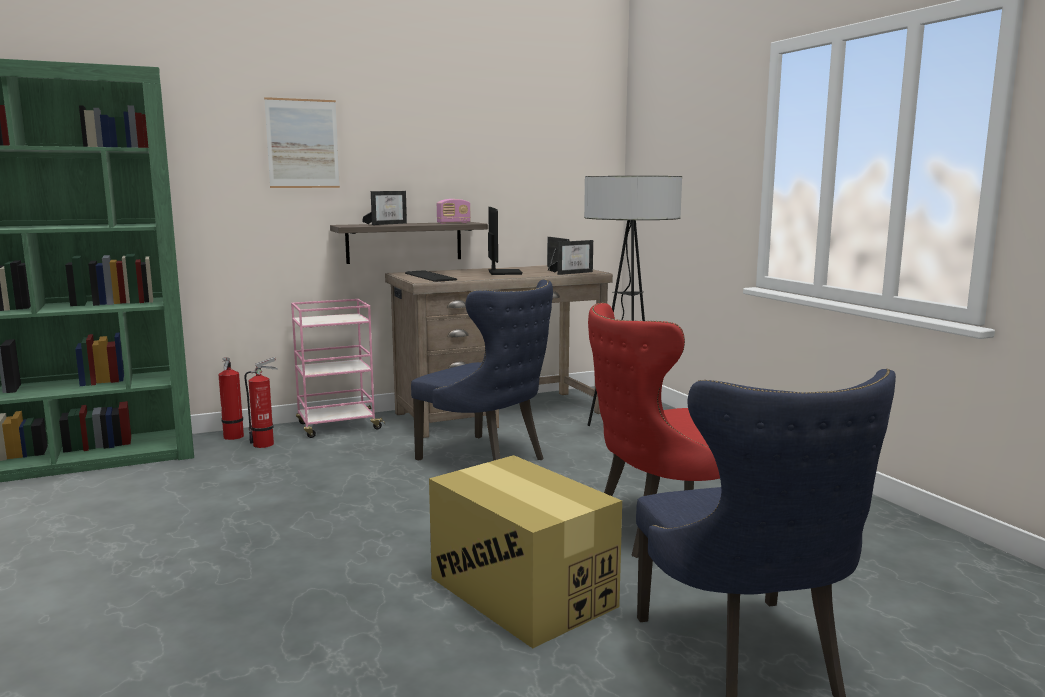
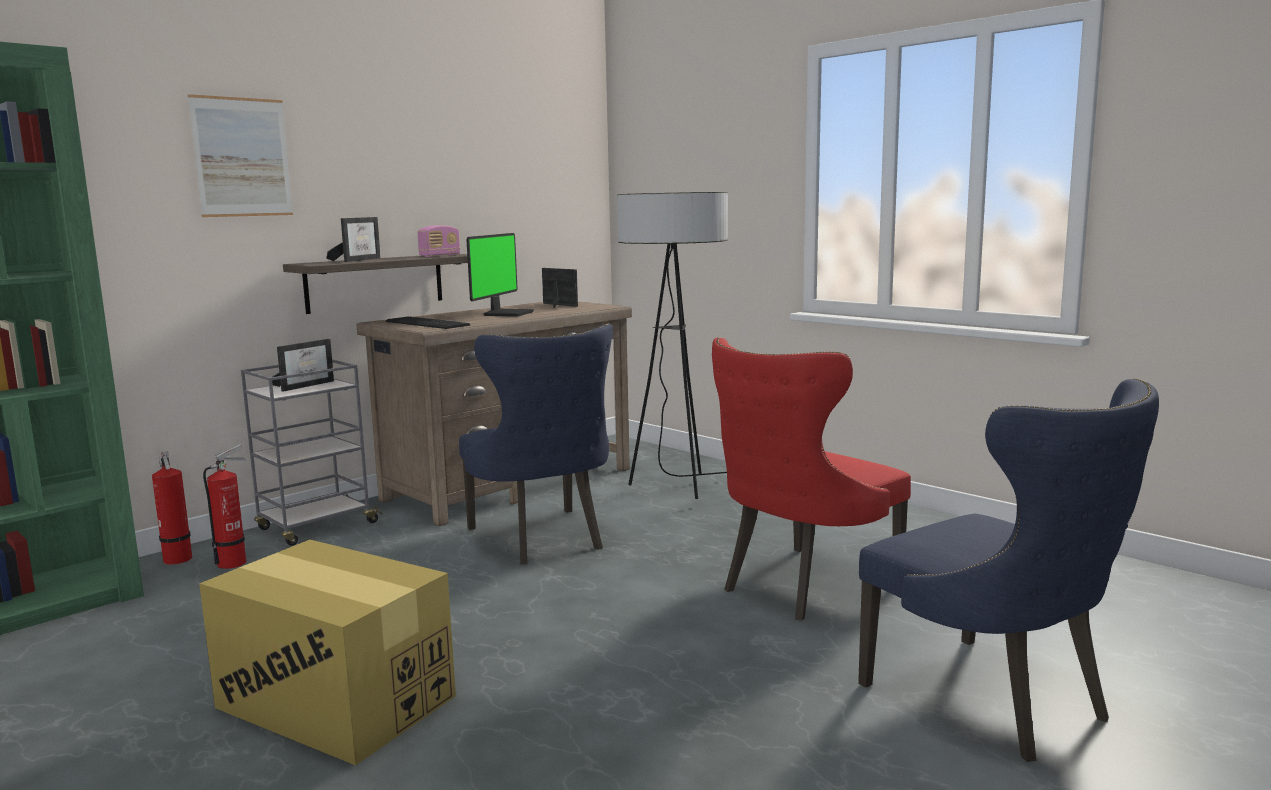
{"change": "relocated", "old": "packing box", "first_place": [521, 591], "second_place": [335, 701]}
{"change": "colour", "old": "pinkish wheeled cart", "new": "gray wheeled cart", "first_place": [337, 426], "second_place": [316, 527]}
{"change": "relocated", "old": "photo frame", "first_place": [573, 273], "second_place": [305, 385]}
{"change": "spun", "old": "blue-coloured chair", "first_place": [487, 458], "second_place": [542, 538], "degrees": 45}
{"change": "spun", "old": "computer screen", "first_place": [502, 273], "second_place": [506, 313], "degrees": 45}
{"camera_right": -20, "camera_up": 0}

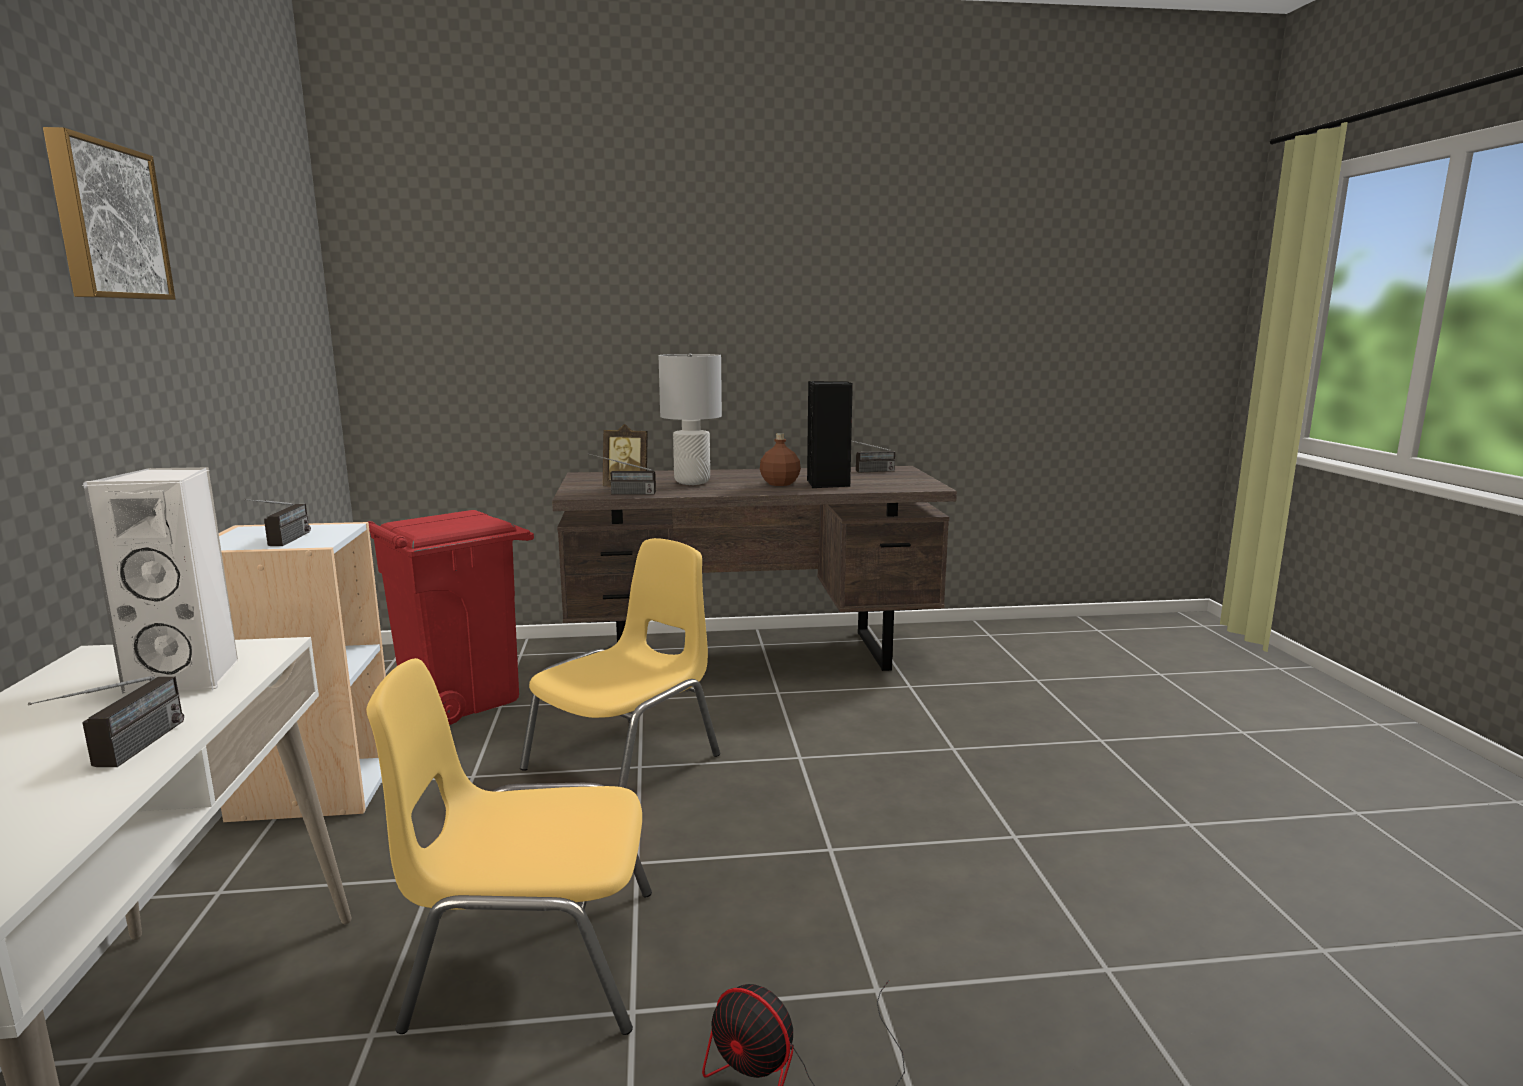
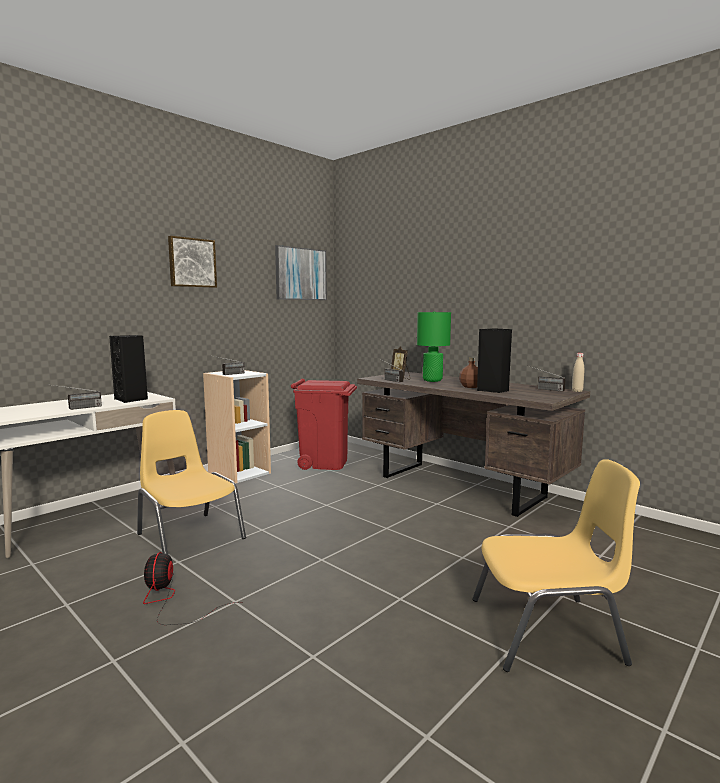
{"change": "colour", "old": "whitish audio speaker", "new": "black audio speaker", "first_place": [191, 676], "second_place": [131, 399]}
{"change": "appeared", "new": "picture", "second_place": [300, 274]}
{"change": "colour", "old": "gray tabletop lamp", "new": "greenish tabletop lamp", "first_place": [692, 483], "second_place": [432, 381]}
{"change": "relocated", "old": "yellow chair", "first_place": [626, 762], "second_place": [547, 631]}
{"change": "appeared", "new": "sand-coloured drink bottle", "second_place": [577, 391]}
{"camera_right": 50, "camera_up": -5}

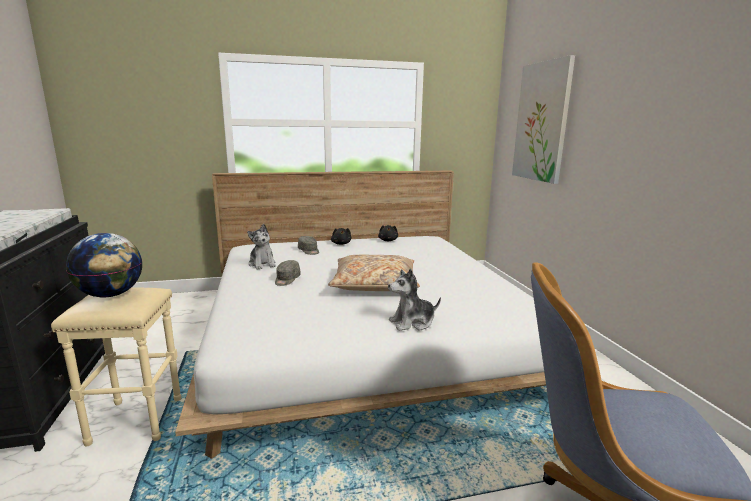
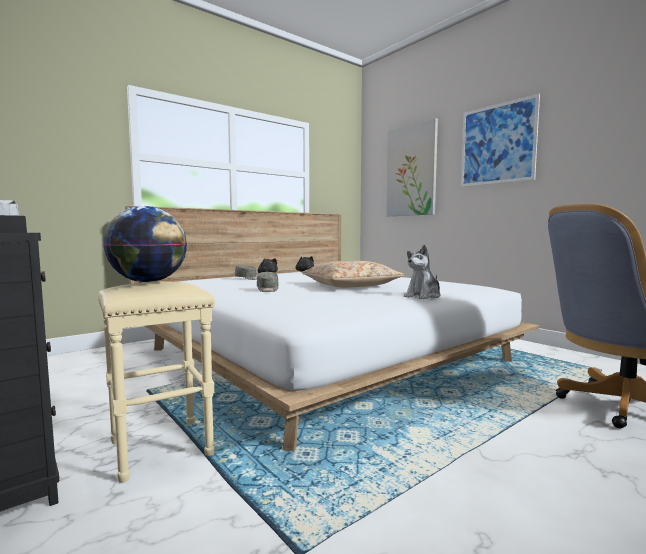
{"change": "appeared", "new": "picture", "second_place": [497, 144]}
{"change": "missing", "old": "plush toy", "first_place": [262, 264]}
{"camera_right": -25, "camera_up": -10}

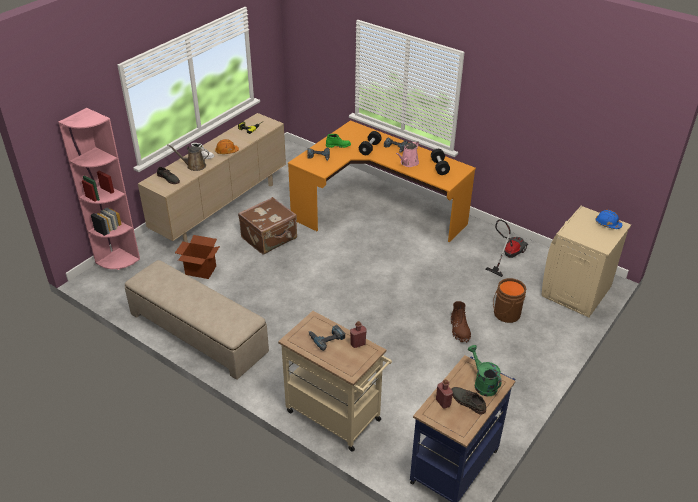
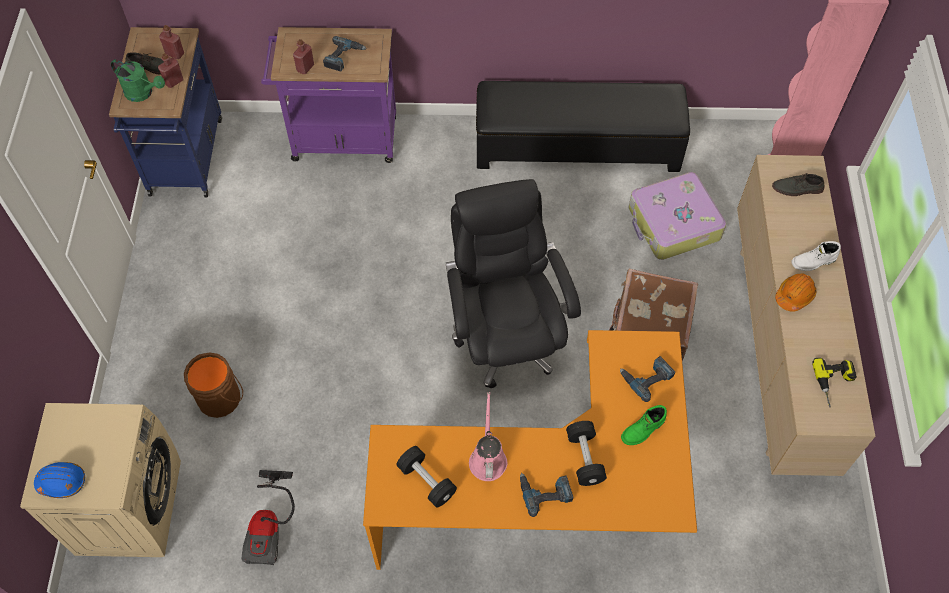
{"change": "appeared", "new": "reddish drink bottle", "second_place": [174, 81]}
{"change": "colour", "old": "sand-coloured wheeled cart", "new": "purple-coloured wheeled cart", "first_place": [336, 417], "second_place": [341, 139]}
{"change": "appeared", "new": "black office chair", "second_place": [505, 338]}
{"change": "colour", "old": "sand-coloured long seat", "new": "black long seat", "first_place": [197, 332], "second_place": [578, 145]}
{"change": "exchanged", "old": "packing box", "new": "suitcase", "first_place": [200, 270], "second_place": [673, 224]}
{"change": "missing", "old": "brownish sprinkling can", "first_place": [194, 166]}
{"change": "missing", "old": "brownish tall boot", "first_place": [459, 330]}
{"camera_right": 145, "camera_up": 20}

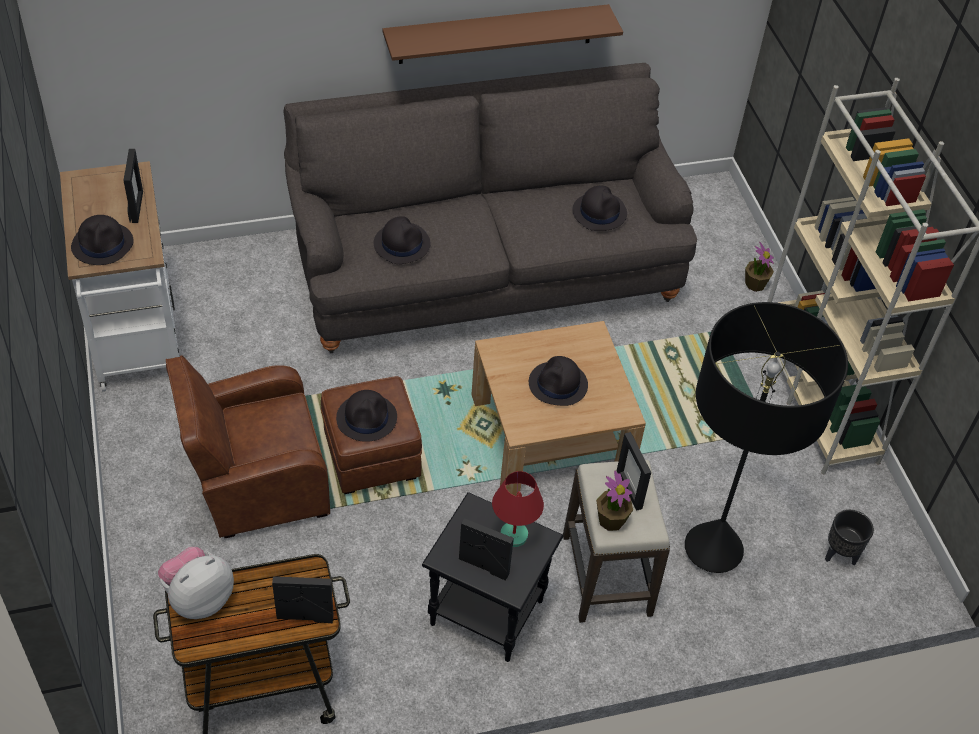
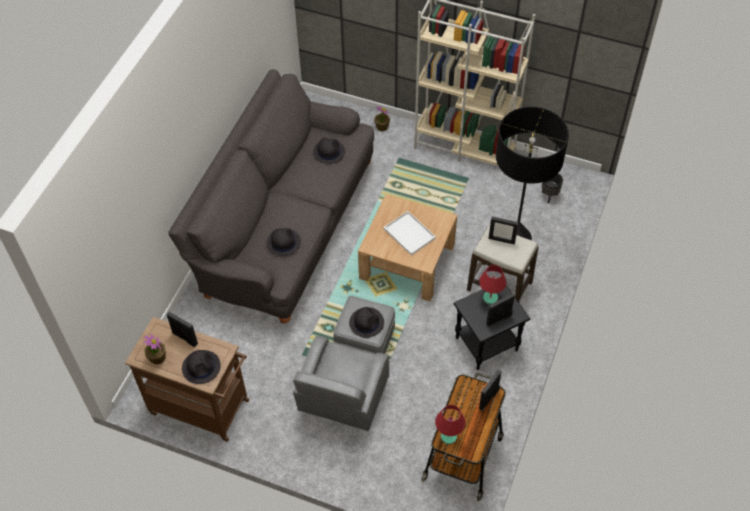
{"change": "colour", "old": "whitish wheeled cart", "new": "brownish wheeled cart", "first_place": [136, 340], "second_place": [202, 408]}
{"change": "relocated", "old": "plant in a pot", "first_place": [611, 519], "second_place": [157, 358]}
{"change": "colour", "old": "brownish armchair", "new": "gray armchair", "first_place": [294, 474], "second_place": [350, 380]}
{"change": "exchanged", "old": "black hat", "new": "whitish carrying tray", "first_place": [558, 384], "second_place": [410, 234]}
{"change": "exchanged", "old": "plush toy", "new": "reddish tabletop lamp", "first_place": [199, 598], "second_place": [449, 437]}
{"change": "missing", "old": "brownish bracket shelf", "first_place": [496, 34]}
{"camera_right": -50, "camera_up": 5}

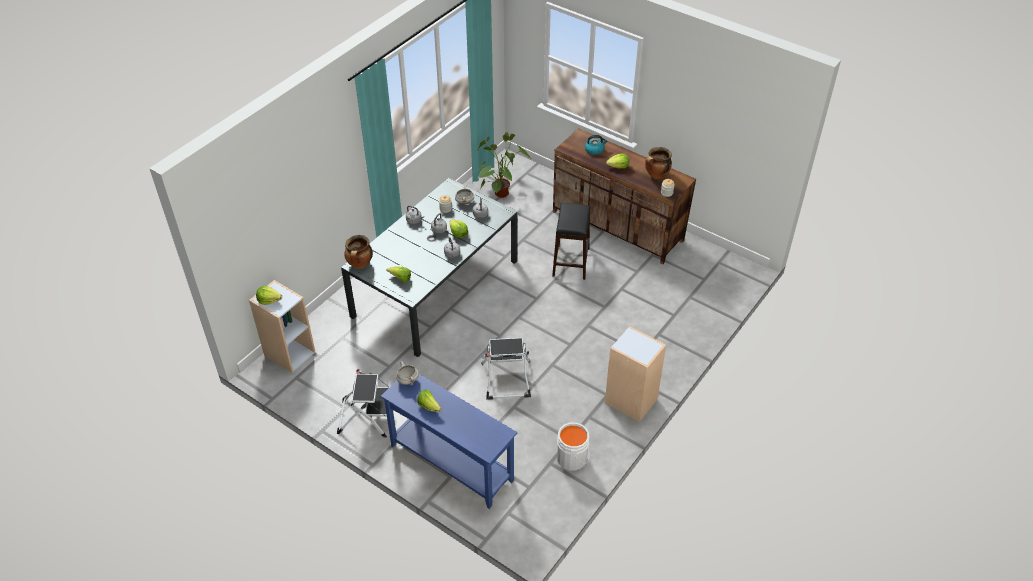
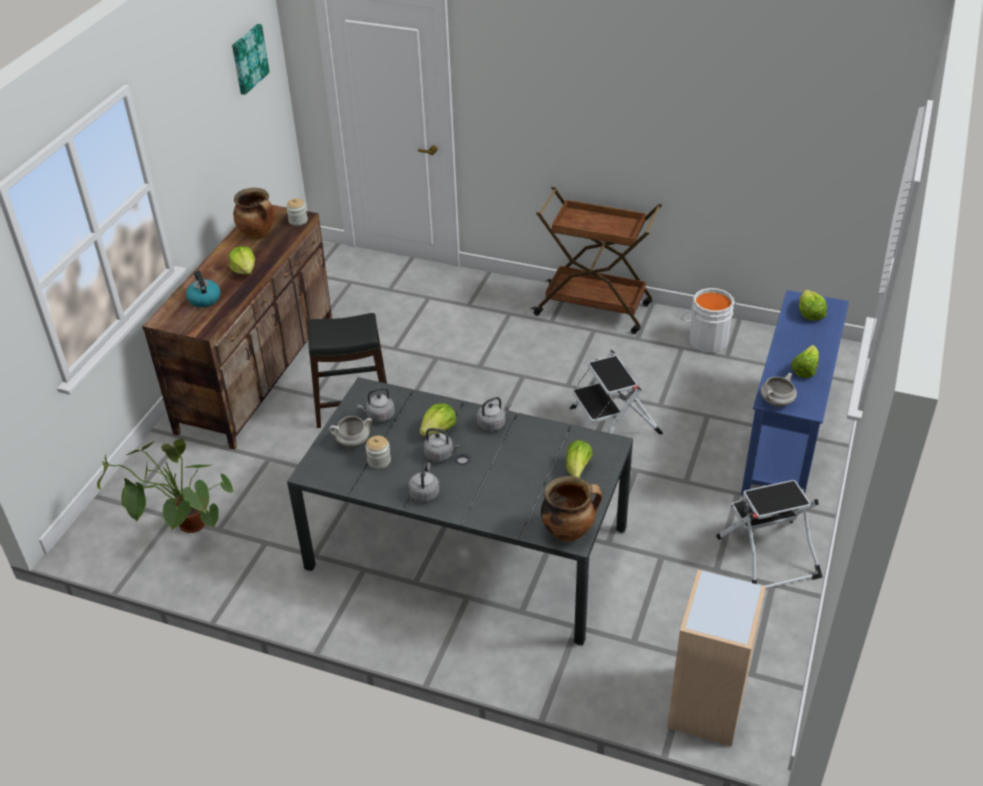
{"change": "appeared", "new": "picture", "second_place": [248, 58]}
{"change": "exchanged", "old": "shelving unit", "new": "brownish wheeled cart", "first_place": [631, 401], "second_place": [593, 310]}
{"change": "relocated", "old": "lettuce", "first_place": [269, 300], "second_place": [810, 314]}
{"camera_right": -105, "camera_up": -5}

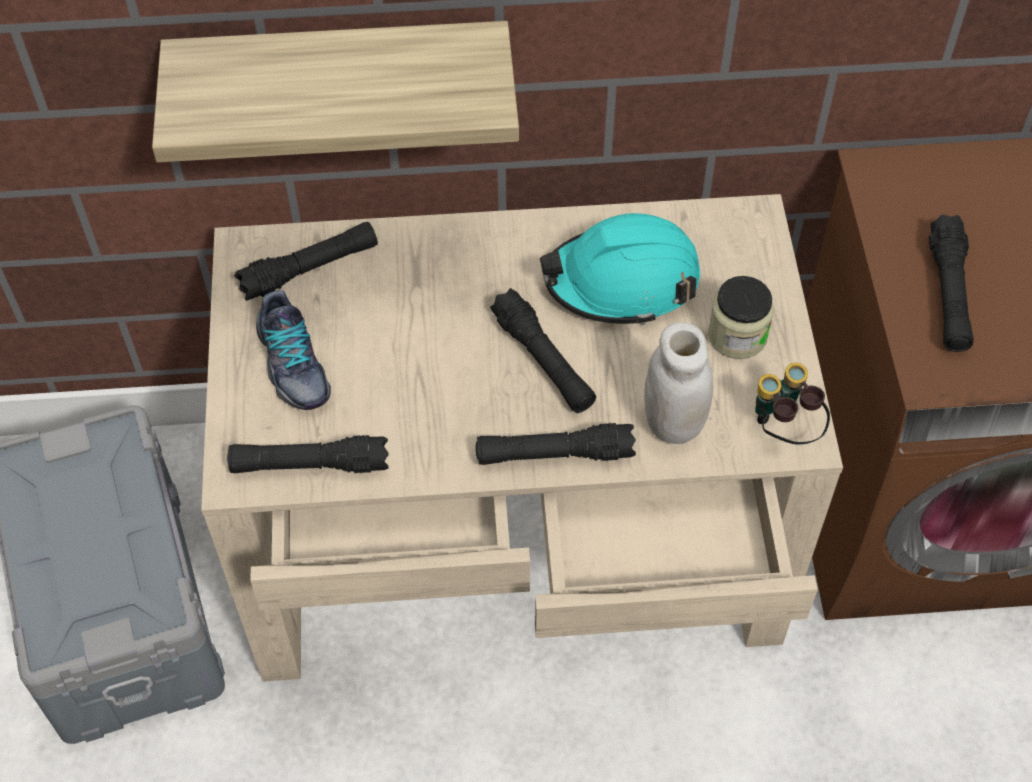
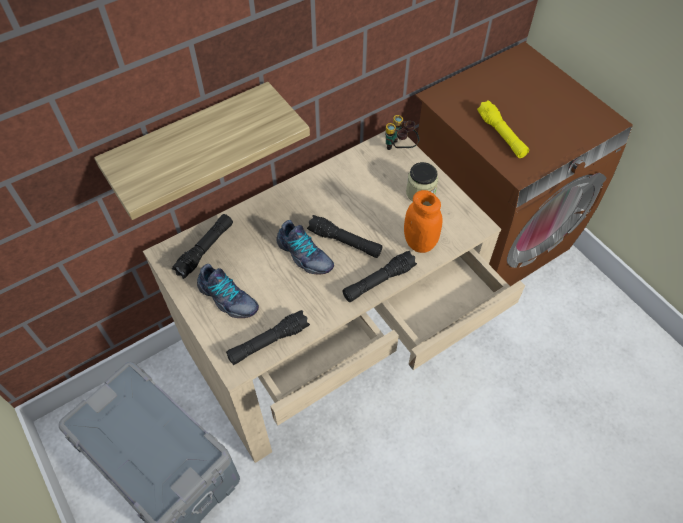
{"change": "appeared", "new": "shoe", "second_place": [304, 256]}
{"change": "relocated", "old": "field glasses", "first_place": [783, 431], "second_place": [399, 148]}
{"change": "colour", "old": "whitish jar", "new": "orangey jar", "first_place": [673, 422], "second_place": [420, 243]}
{"change": "colour", "old": "black torch", "new": "yellow torch", "first_place": [948, 293], "second_place": [501, 135]}
{"change": "missing", "old": "turquoise-coloured work helmet", "first_place": [622, 282]}
{"camera_right": -30, "camera_up": 0}

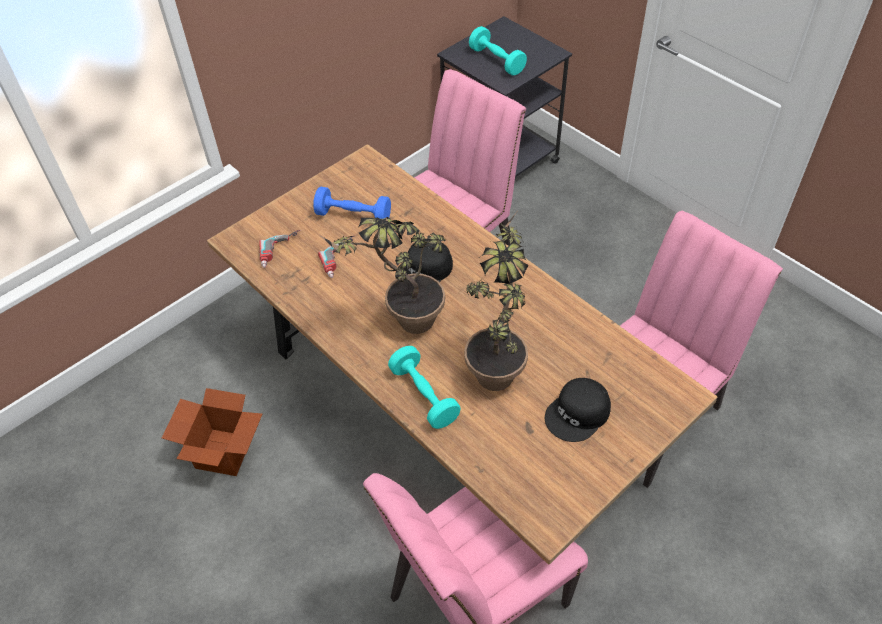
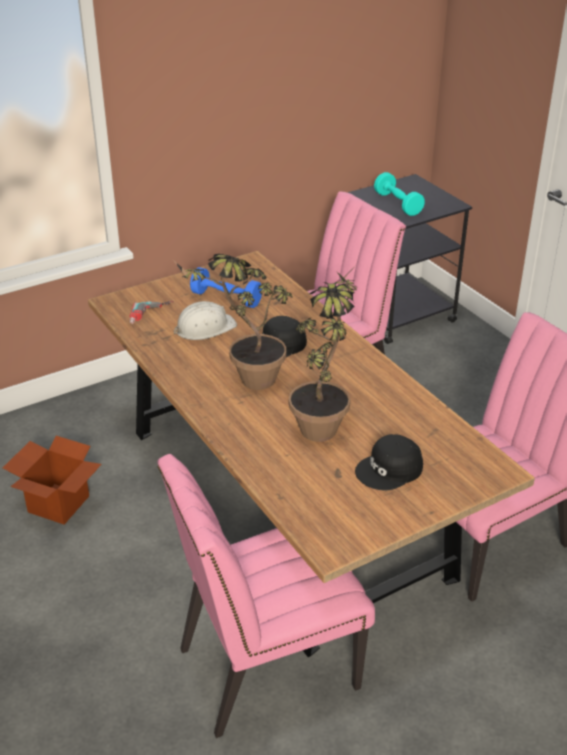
{"change": "exchanged", "old": "electric drill", "new": "whitish work helmet", "first_place": [342, 259], "second_place": [204, 328]}
{"change": "missing", "old": "turquoise-coloured hand weight", "first_place": [424, 395]}
{"camera_right": 10, "camera_up": -15}

